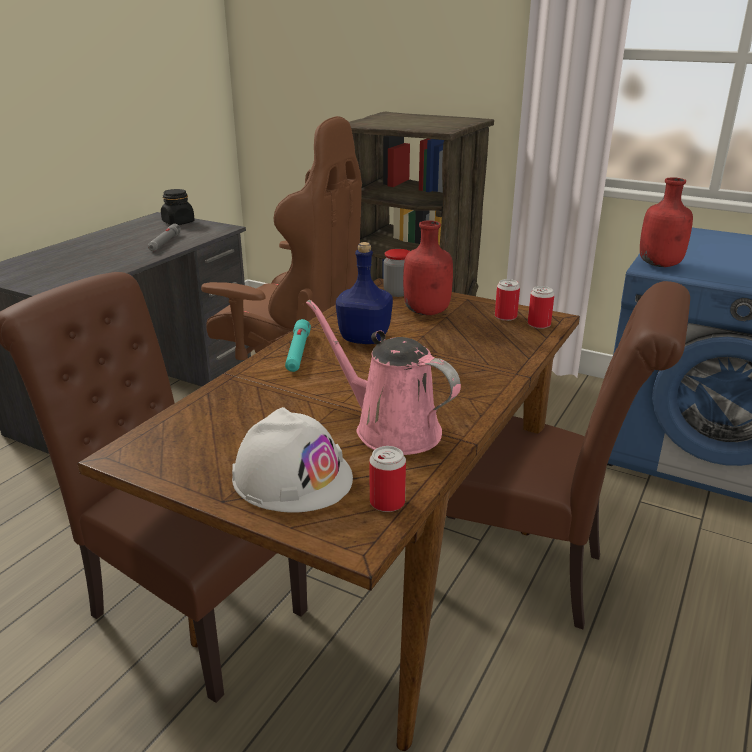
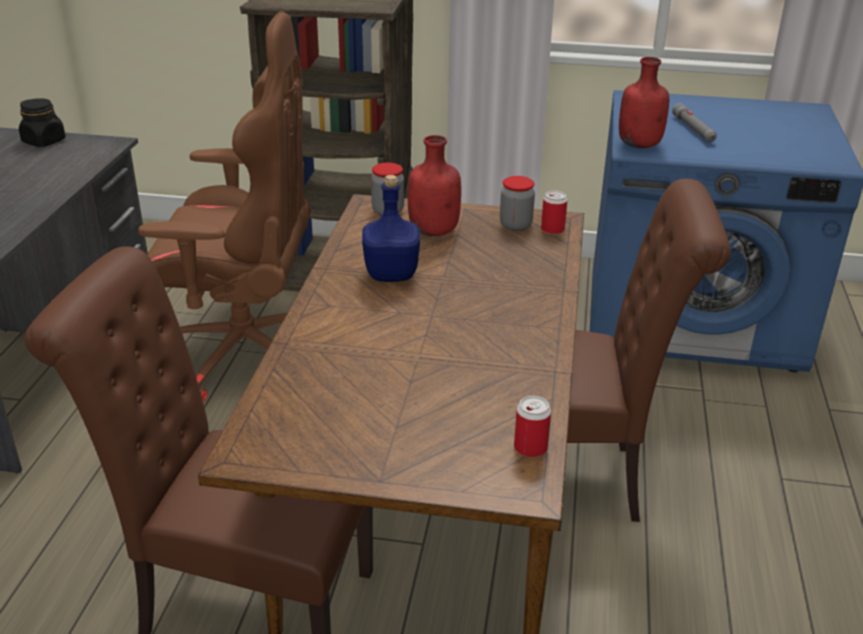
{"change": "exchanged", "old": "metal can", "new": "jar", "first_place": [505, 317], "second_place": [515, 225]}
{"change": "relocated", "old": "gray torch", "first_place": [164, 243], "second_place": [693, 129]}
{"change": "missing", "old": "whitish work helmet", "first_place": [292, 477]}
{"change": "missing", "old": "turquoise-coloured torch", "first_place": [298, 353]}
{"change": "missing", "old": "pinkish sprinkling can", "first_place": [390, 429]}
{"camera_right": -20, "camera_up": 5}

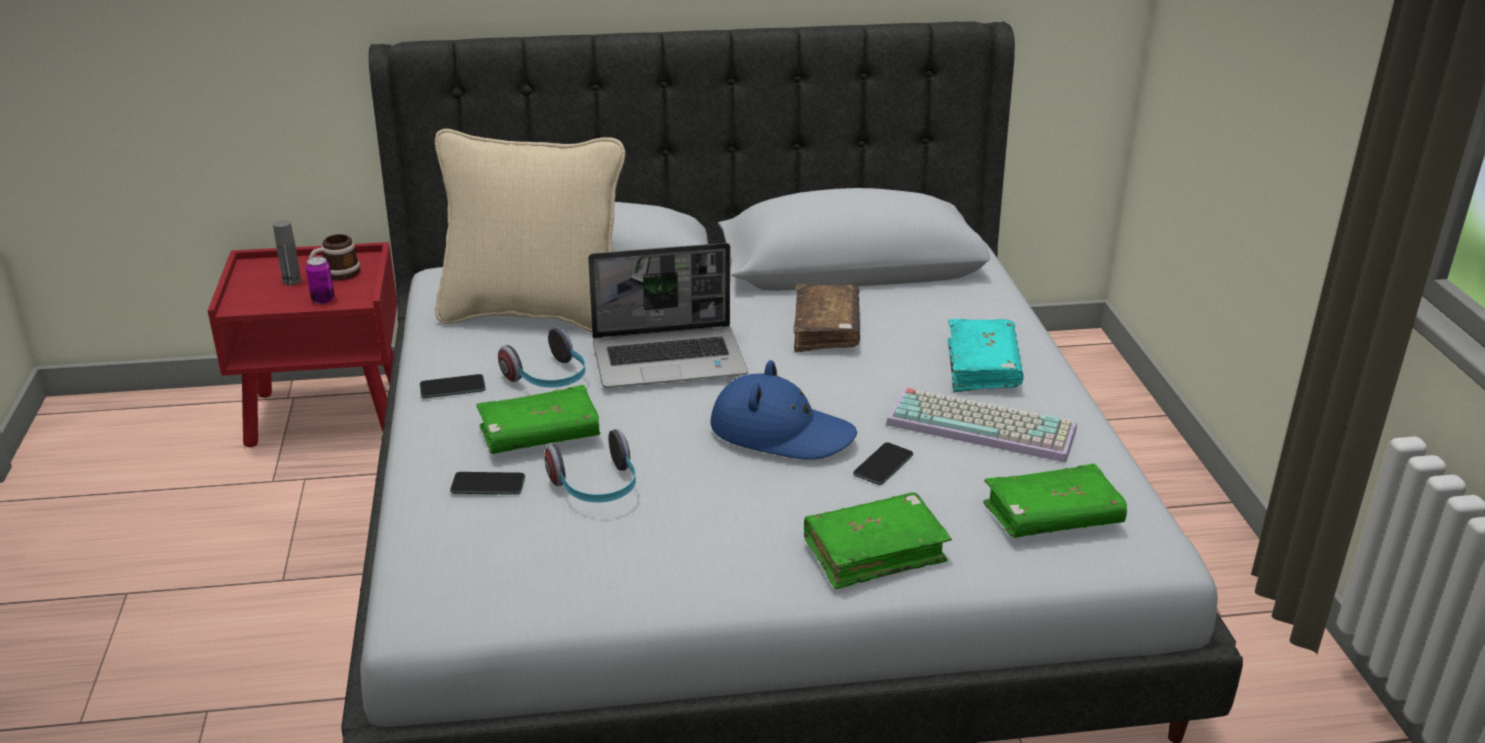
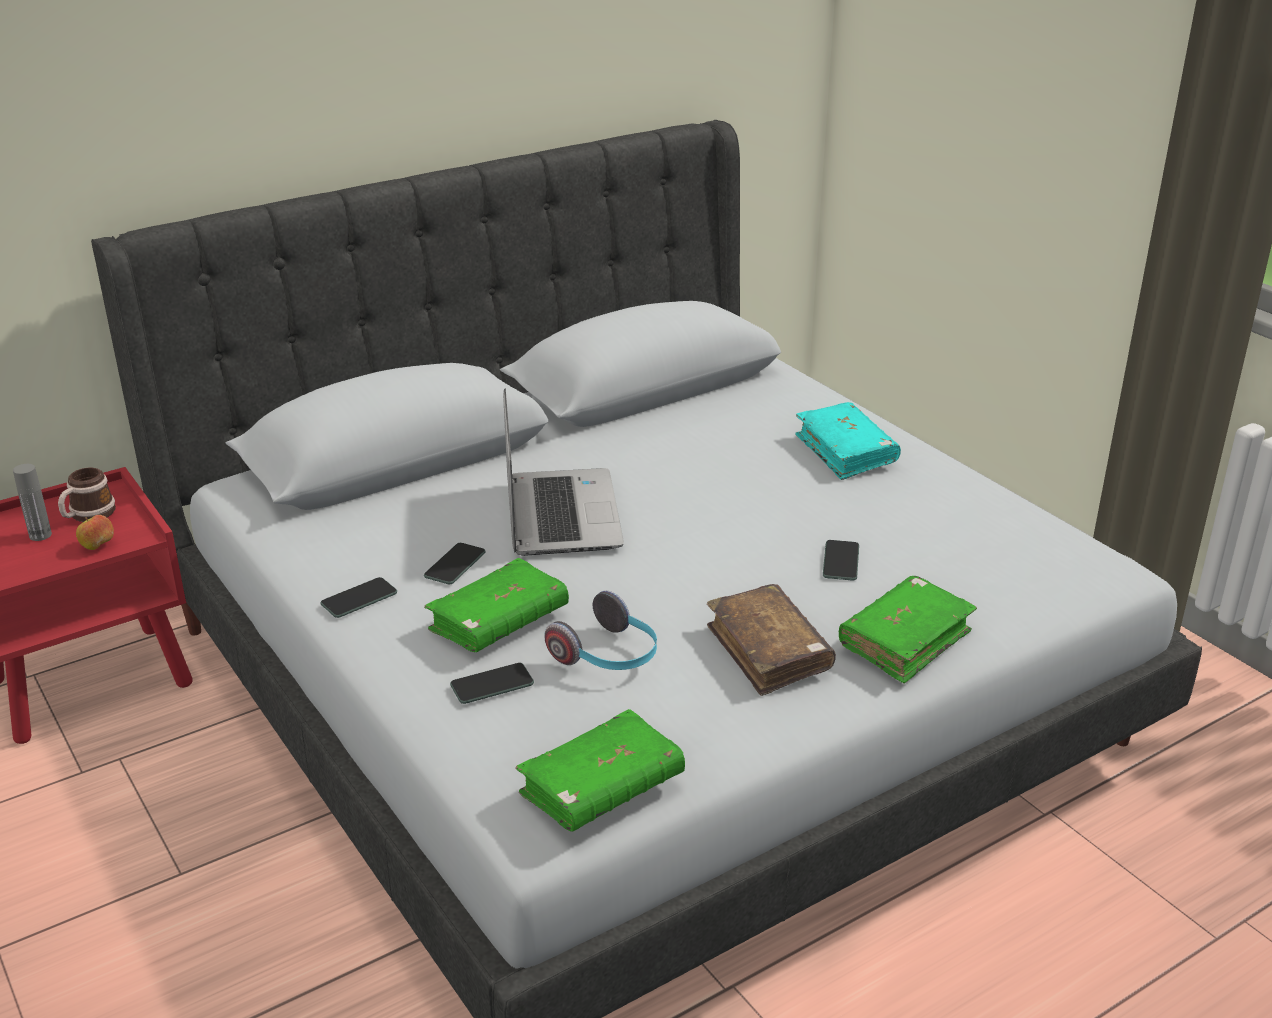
{"change": "exchanged", "old": "metal can", "new": "apple fruit", "first_place": [323, 299], "second_place": [98, 546]}
{"change": "exchanged", "old": "headset", "new": "handset", "first_place": [549, 379], "second_place": [455, 564]}
{"change": "spun", "old": "notebook computer", "first_place": [670, 359], "second_place": [559, 514], "degrees": -60}
{"change": "relocated", "old": "greenish book", "first_place": [1052, 517], "second_place": [601, 788]}
{"change": "relocated", "old": "brownish book", "first_place": [826, 329], "second_place": [768, 651]}
{"change": "missing", "old": "sand-coloured pillow", "first_place": [534, 314]}
{"change": "missing", "old": "blue-coloured hat", "first_place": [781, 432]}
{"change": "missing", "old": "computer keyboard", "first_place": [984, 425]}
{"camera_right": -25, "camera_up": 0}

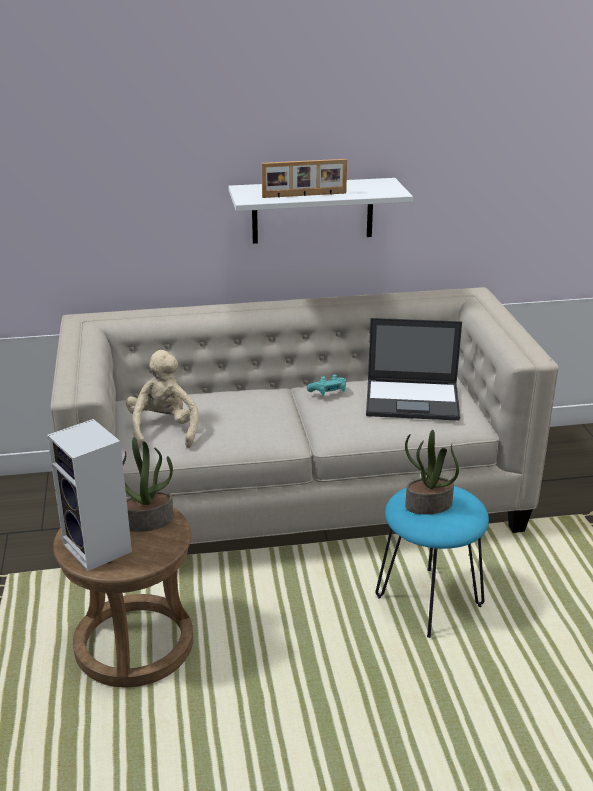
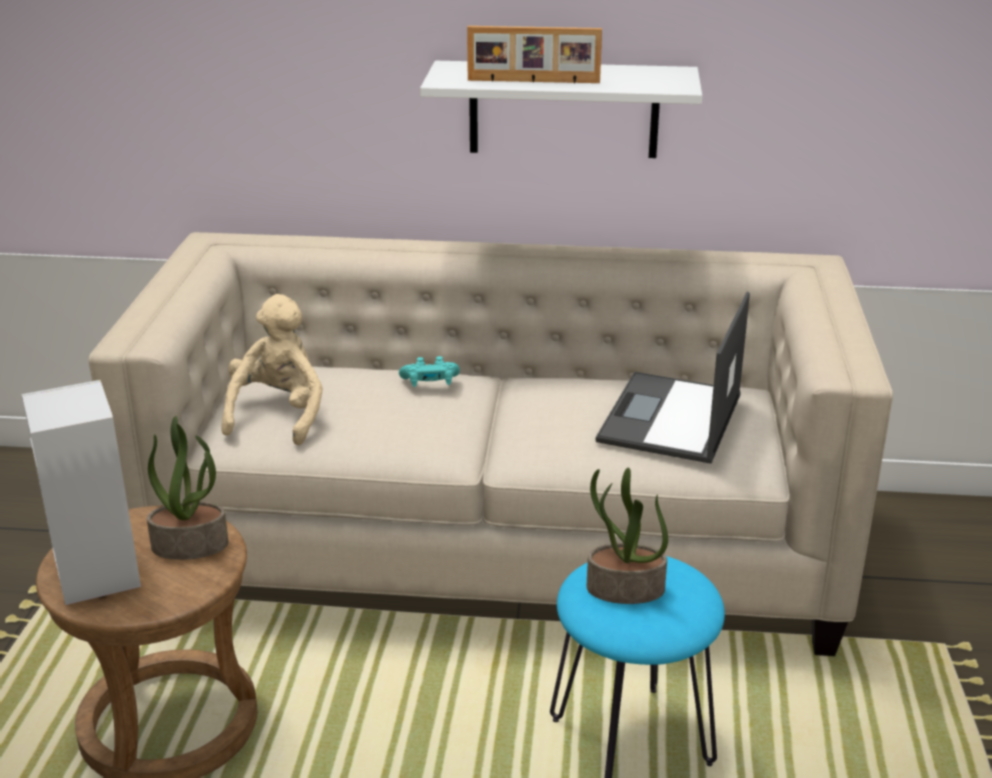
{"change": "relocated", "old": "turquoise-coloured joypad", "first_place": [328, 392], "second_place": [430, 383]}
{"change": "spun", "old": "notebook computer", "first_place": [413, 400], "second_place": [670, 419], "degrees": 90}
{"camera_right": 15, "camera_up": 0}

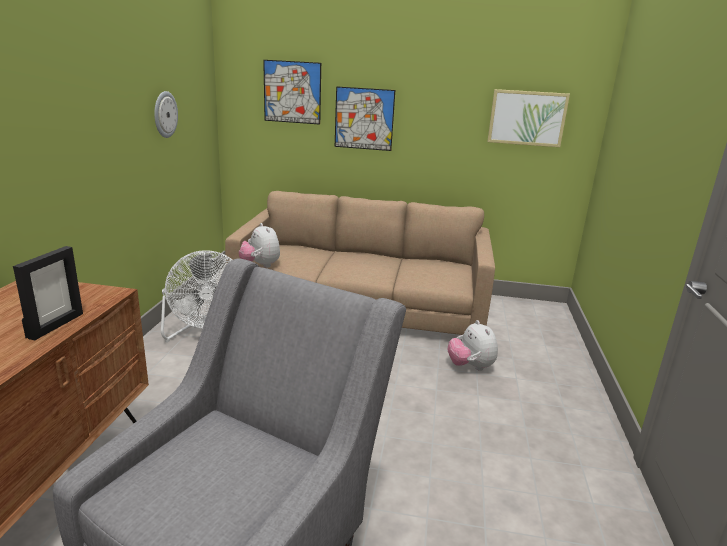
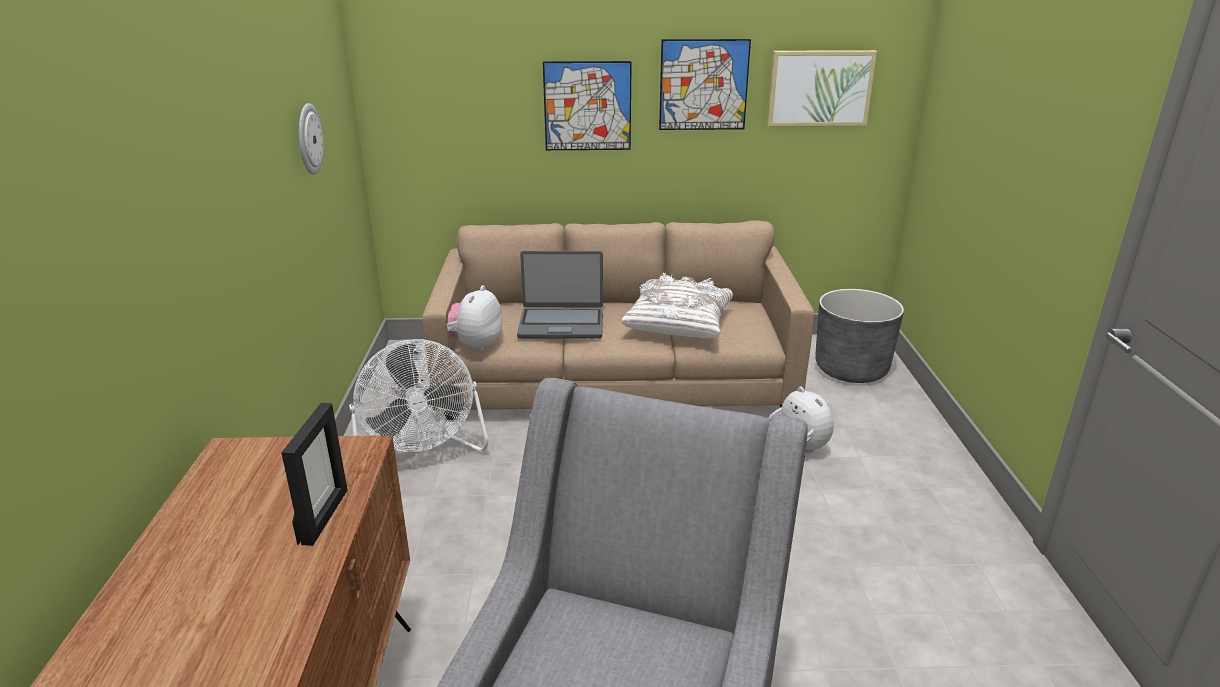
{"change": "spun", "old": "plush toy", "first_place": [259, 265], "second_place": [473, 345], "degrees": 60}
{"change": "appeared", "new": "notebook computer", "second_place": [561, 324]}
{"change": "appeared", "new": "whitish pillow", "second_place": [678, 326]}
{"change": "relocated", "old": "picture", "first_place": [292, 92], "second_place": [703, 85]}
{"change": "appeared", "new": "gray plant pot", "second_place": [851, 369]}
{"camera_right": -10, "camera_up": 5}

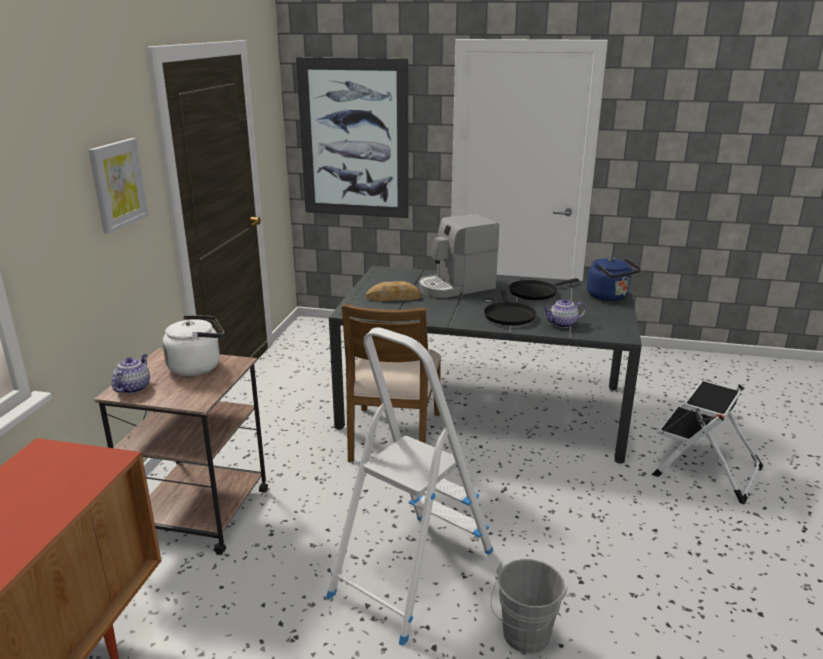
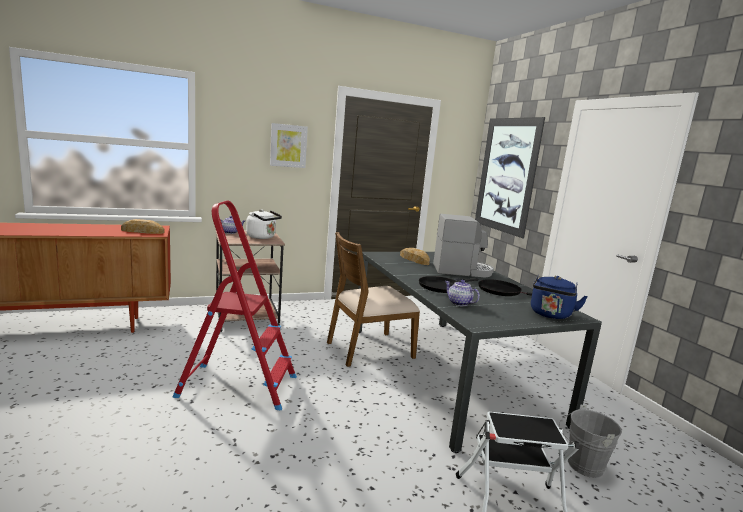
{"change": "appeared", "new": "bread", "second_place": [142, 231]}
{"change": "colour", "old": "whitish step ladder", "new": "reddish step ladder", "first_place": [414, 571], "second_place": [239, 386]}
{"change": "spun", "old": "coffee brewer", "first_place": [456, 287], "second_place": [462, 271], "degrees": 150}
{"change": "relocated", "old": "gray water bucket", "first_place": [524, 638], "second_place": [581, 465]}
{"camera_right": 55, "camera_up": -10}

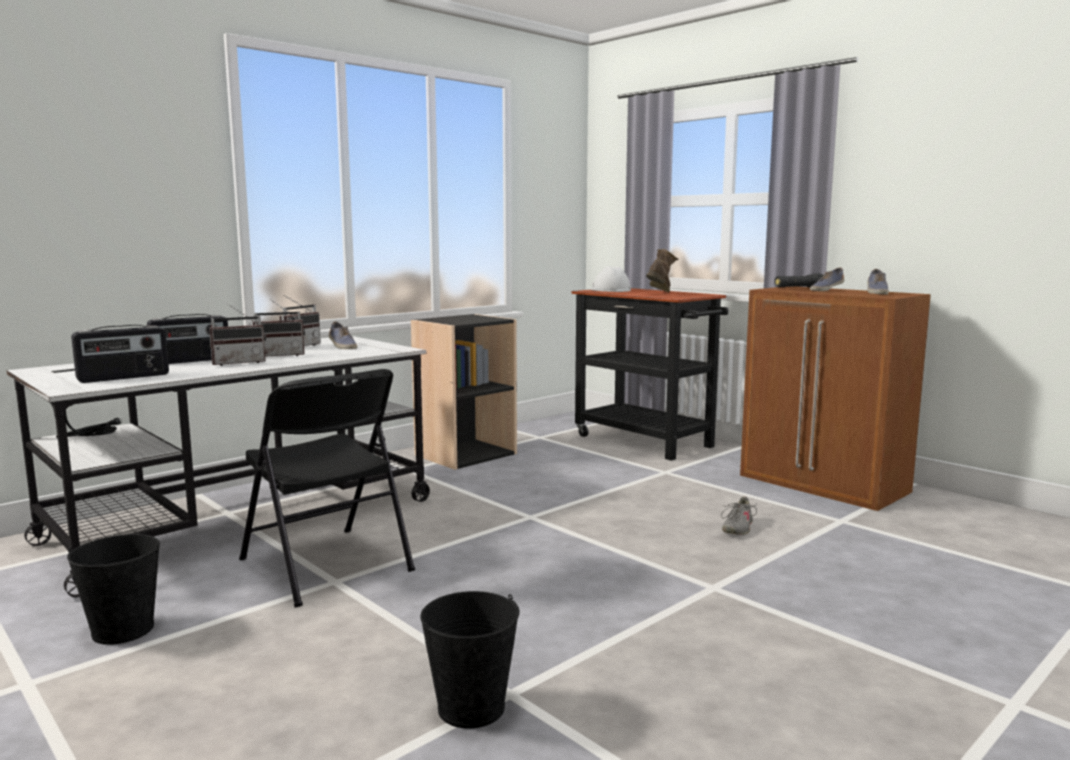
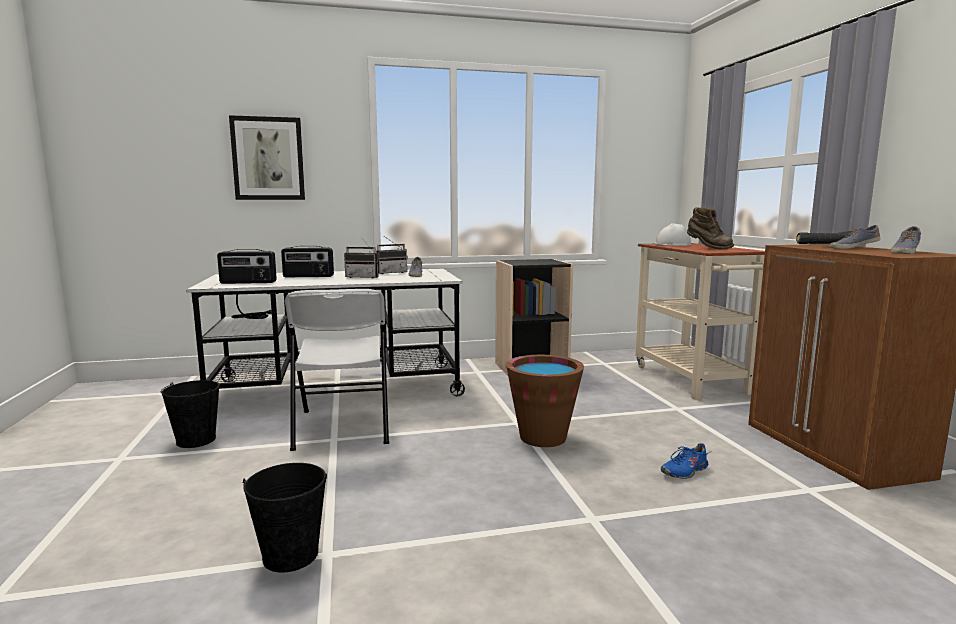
{"change": "appeared", "new": "picture", "second_place": [268, 159]}
{"change": "colour", "old": "black chair", "new": "whitish chair", "first_place": [325, 565], "second_place": [343, 427]}
{"change": "appeared", "new": "brownish water bucket", "second_place": [542, 437]}
{"change": "colour", "old": "black wheeled cart", "new": "sand-coloured wheeled cart", "first_place": [645, 441], "second_place": [691, 380]}
{"change": "colour", "old": "gray shoe", "new": "blue-coloured shoe", "first_place": [737, 528], "second_place": [684, 471]}
{"change": "spun", "old": "brownish tall boot", "first_place": [659, 293], "second_place": [707, 248], "degrees": 90}
{"change": "missing", "old": "radio set", "first_place": [239, 362]}
{"camera_right": 30, "camera_up": 0}

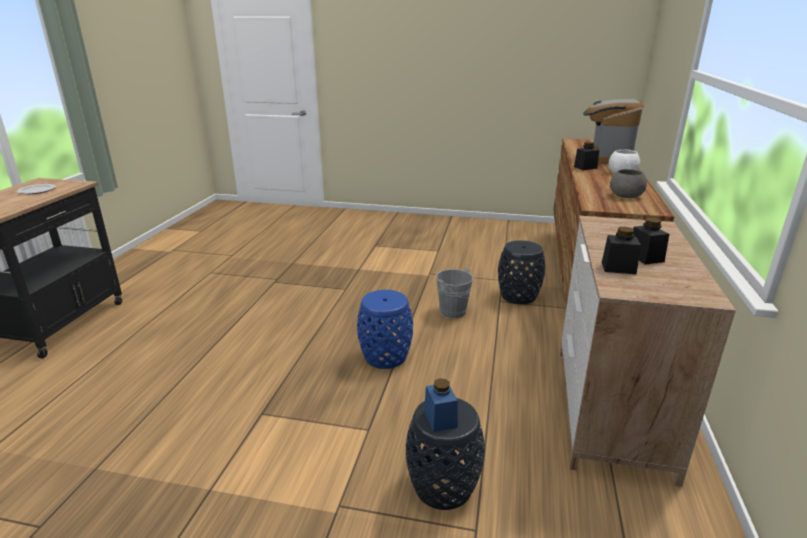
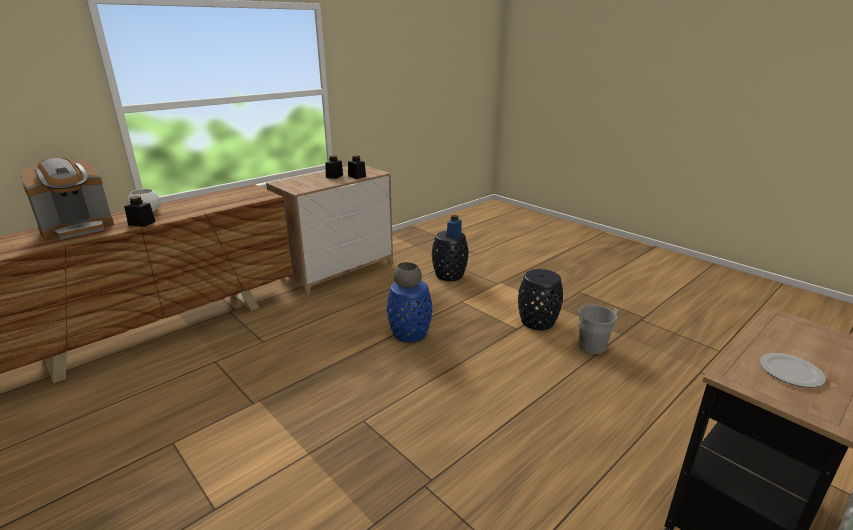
{"change": "relocated", "old": "gray bowl", "first_place": [626, 196], "second_place": [407, 284]}
{"change": "relocated", "old": "black stool", "first_place": [518, 296], "second_place": [537, 321]}
{"change": "relocated", "old": "gray water bucket", "first_place": [455, 313], "second_place": [591, 344]}
{"camera_right": -145, "camera_up": 0}

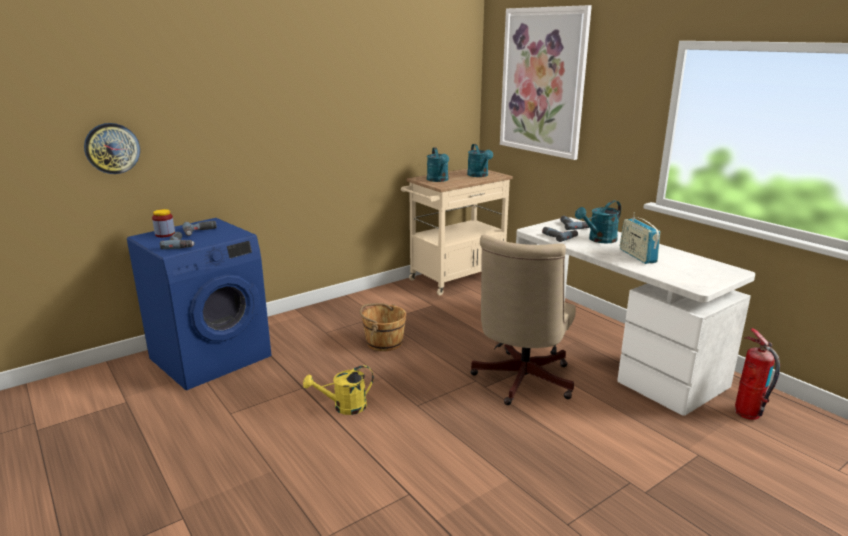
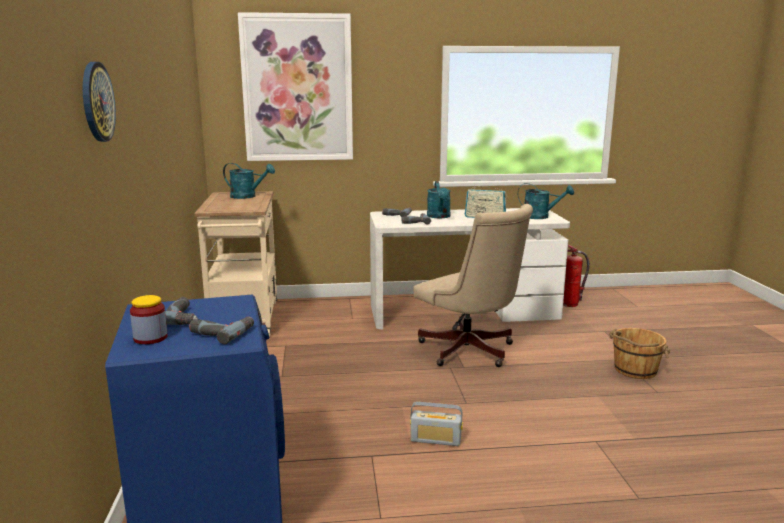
{"change": "relocated", "old": "hanging clock", "first_place": [112, 148], "second_place": [97, 102]}
{"change": "exchanged", "old": "yellow sprinkling can", "new": "radio set", "first_place": [344, 407], "second_place": [436, 440]}
{"change": "relocated", "old": "turquoise-coloured sprinkling can", "first_place": [438, 180], "second_place": [541, 217]}
{"change": "relocated", "old": "brownish water bucket", "first_place": [383, 342], "second_place": [634, 370]}
{"camera_right": -60, "camera_up": -5}

